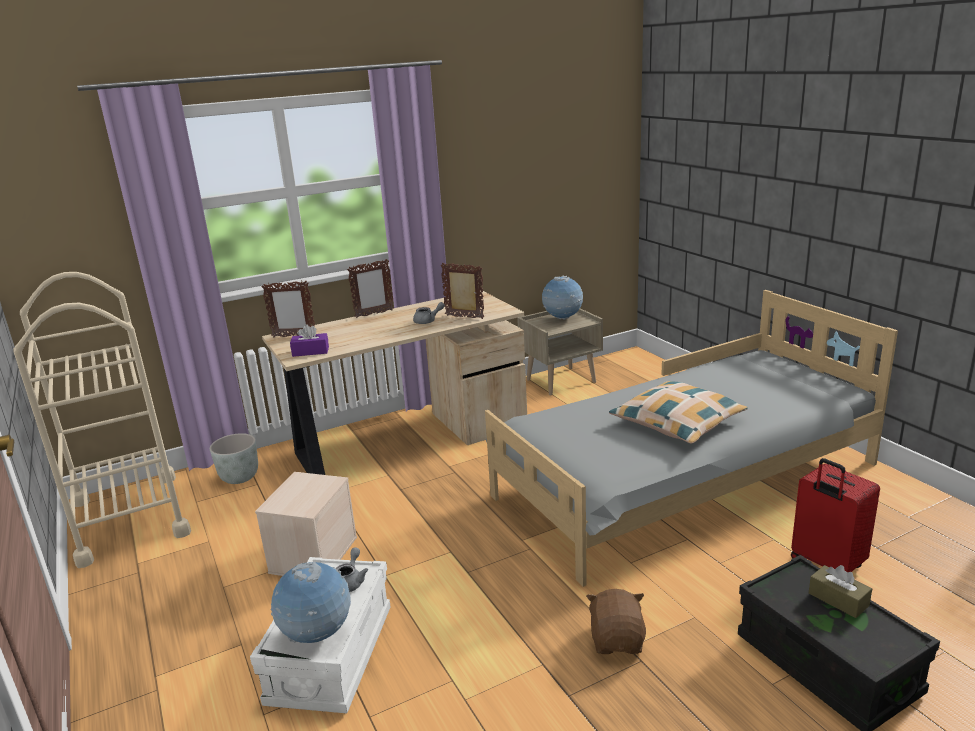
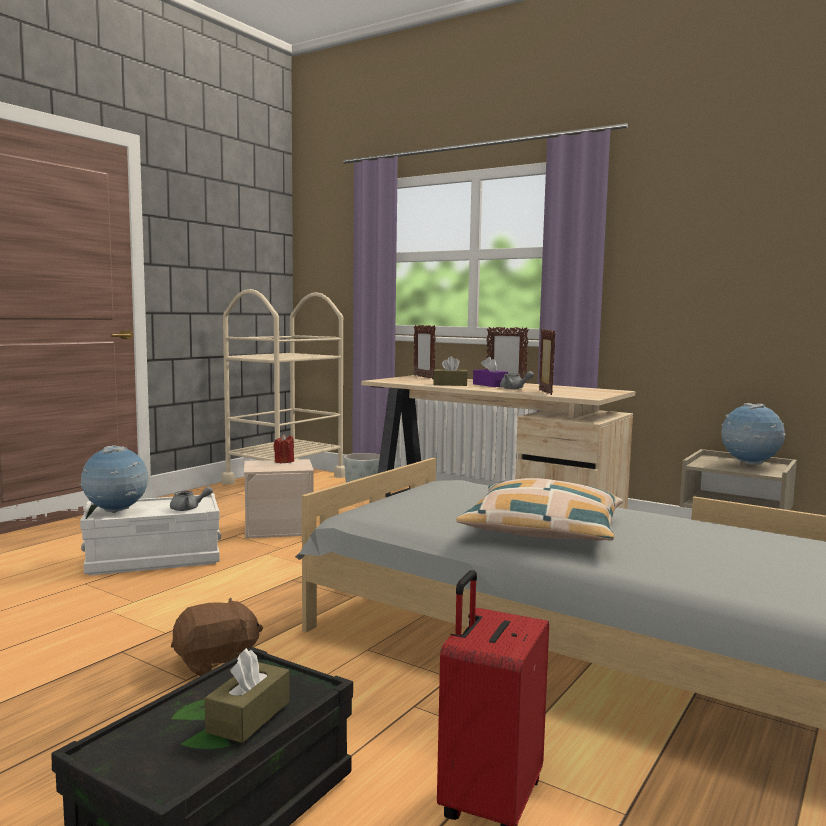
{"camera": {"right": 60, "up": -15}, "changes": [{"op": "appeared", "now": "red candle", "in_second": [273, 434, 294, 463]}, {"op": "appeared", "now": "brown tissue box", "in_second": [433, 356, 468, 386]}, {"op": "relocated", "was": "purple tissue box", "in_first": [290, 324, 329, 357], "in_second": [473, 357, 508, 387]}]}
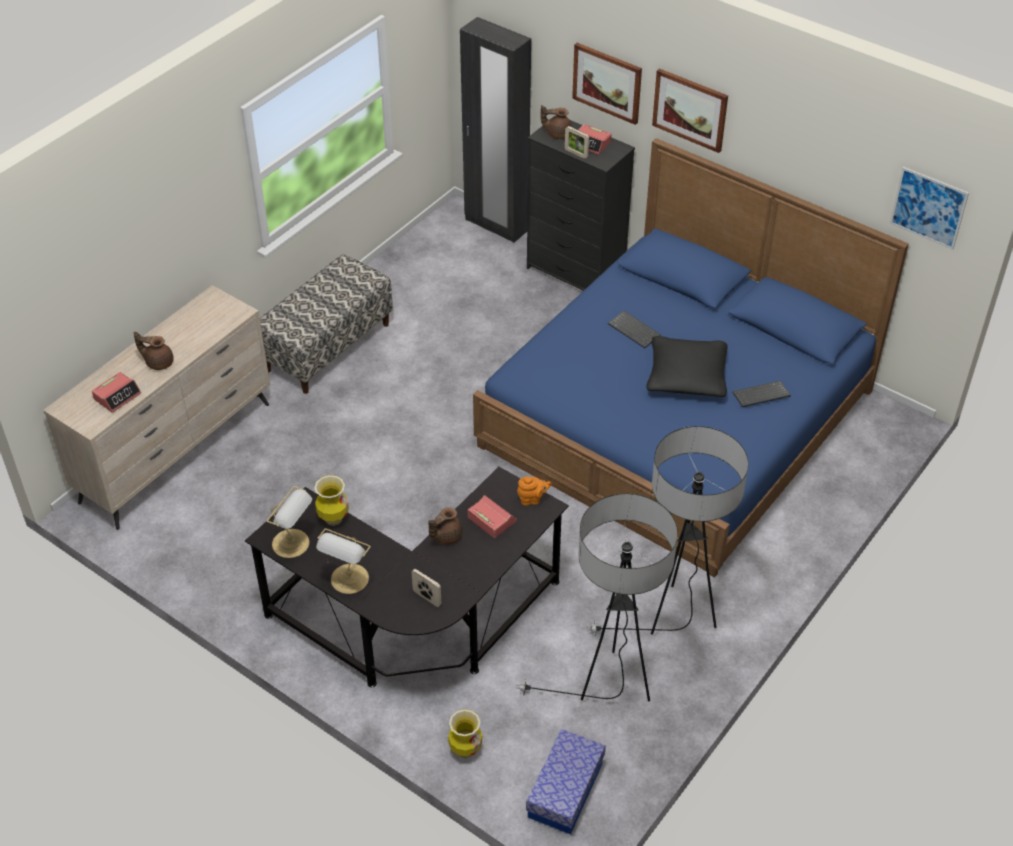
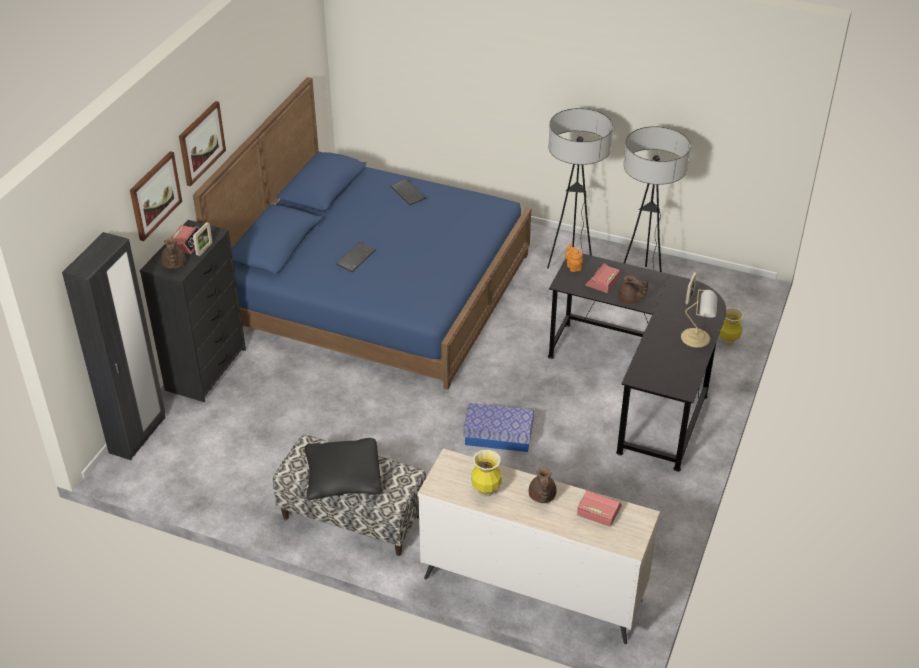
{"camera": {"right": -105, "up": -5}, "changes": [{"op": "relocated", "was": "black pillow", "in_first": [646, 336, 728, 397], "in_second": [305, 438, 382, 500]}, {"op": "relocated", "was": "storage box", "in_first": [526, 729, 606, 835], "in_second": [463, 403, 534, 452]}, {"op": "relocated", "was": "vase", "in_first": [314, 475, 349, 526], "in_second": [471, 450, 502, 497]}, {"op": "missing", "was": "table lamp", "in_first": [267, 486, 312, 558]}, {"op": "missing", "was": "picture", "in_first": [890, 167, 969, 250]}]}
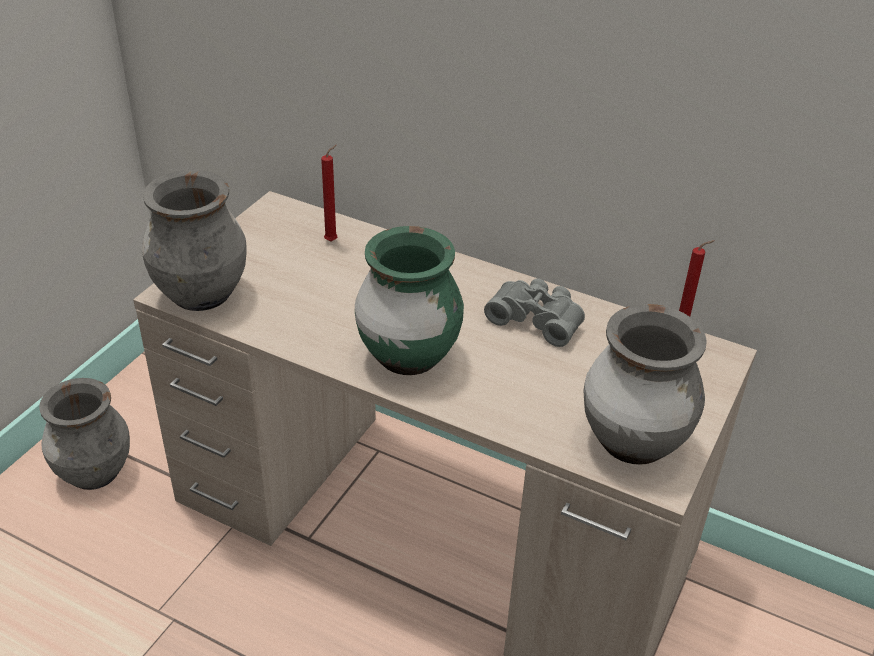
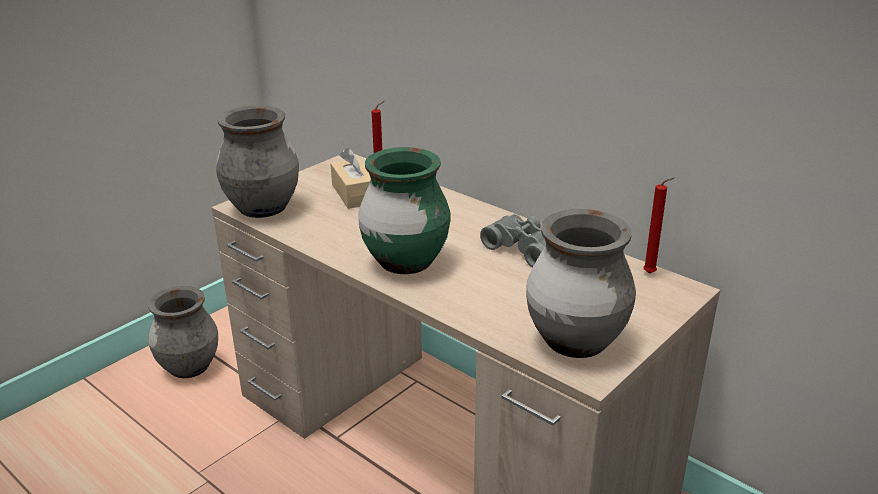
{"camera": {"right": 15, "up": -10}, "changes": [{"op": "appeared", "now": "beige tissue box", "in_second": [330, 148, 371, 209]}]}
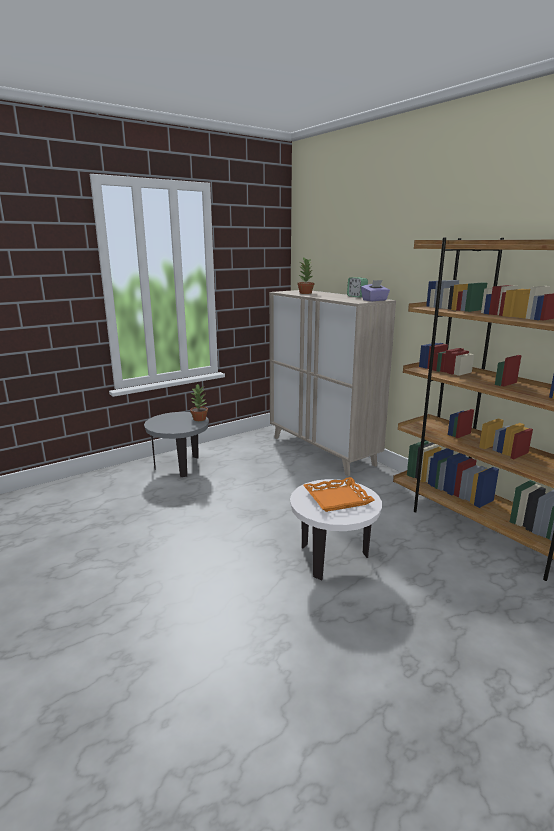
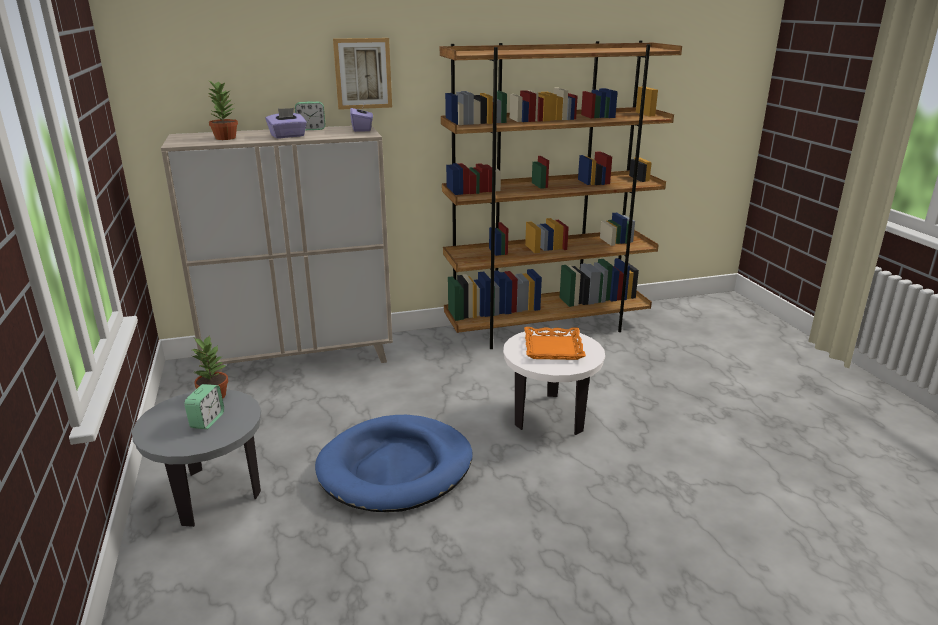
{"camera": {"right": -70, "up": 5}, "changes": [{"op": "appeared", "now": "alarm clock", "in_second": [184, 384, 224, 429]}, {"op": "appeared", "now": "purple tissue box", "in_second": [266, 108, 307, 138]}, {"op": "appeared", "now": "blue dog bed", "in_second": [315, 415, 473, 512]}, {"op": "appeared", "now": "picture", "in_second": [333, 38, 392, 110]}]}
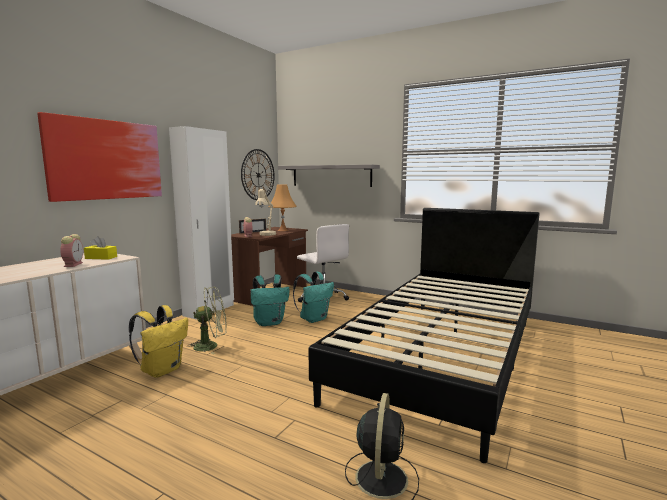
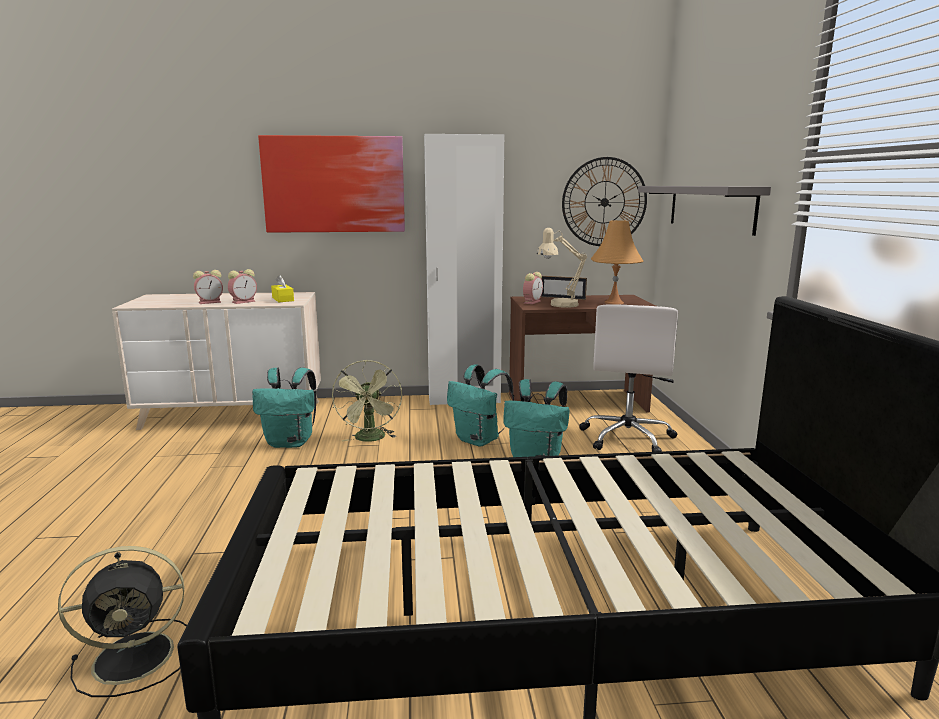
{"camera": {"right": 55, "up": 5}, "changes": [{"op": "appeared", "now": "alarm clock", "in_second": [193, 270, 223, 304]}, {"op": "colour", "was": "yellow backpack", "now": "turquoise backpack", "in_first": [129, 305, 188, 378], "in_second": [252, 368, 316, 448]}, {"op": "spun", "was": "green fan", "in_first": [187, 287, 227, 354], "in_second": [332, 360, 402, 442], "clockwise": 45}]}
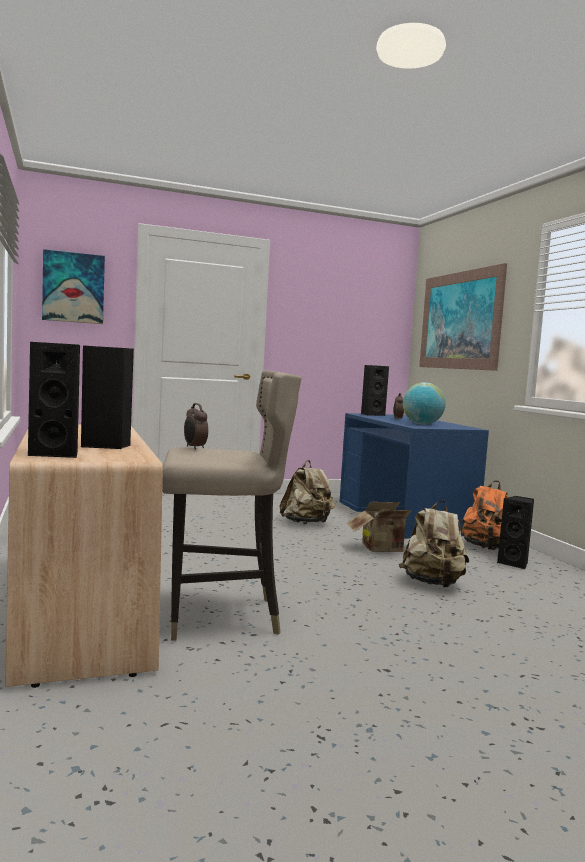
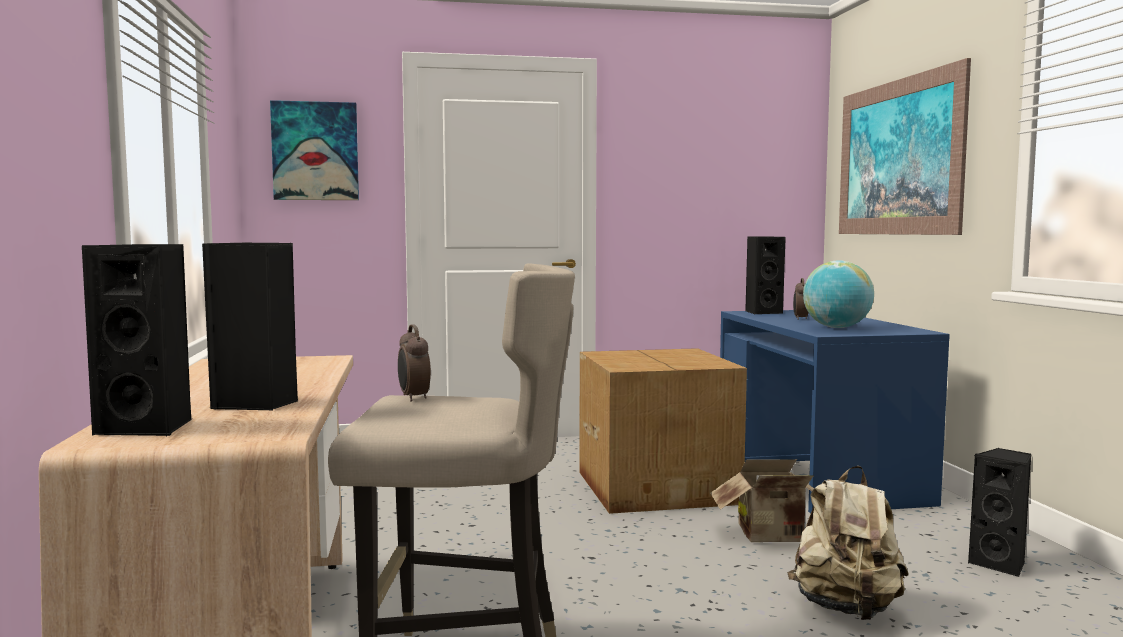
{"camera": {"right": 10, "up": 0}, "changes": [{"op": "exchanged", "was": "beige backpack", "now": "cardboard box", "in_first": [279, 460, 335, 524], "in_second": [579, 348, 747, 514]}, {"op": "missing", "was": "orange backpack", "in_first": [461, 481, 509, 550]}]}
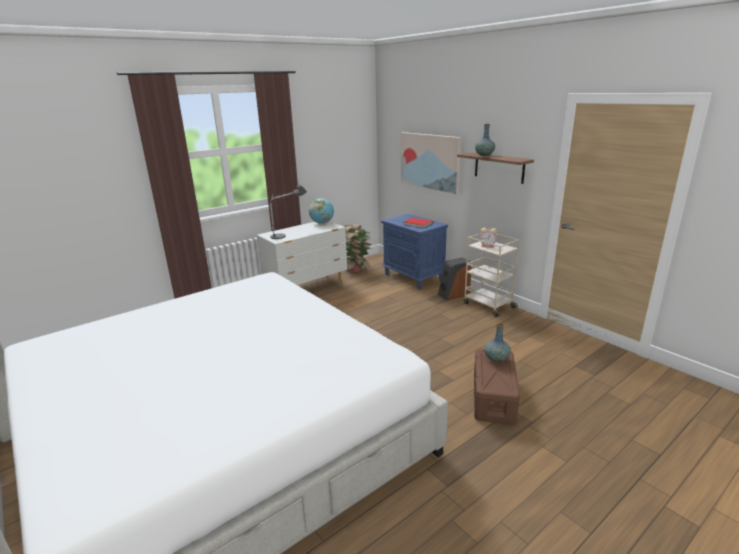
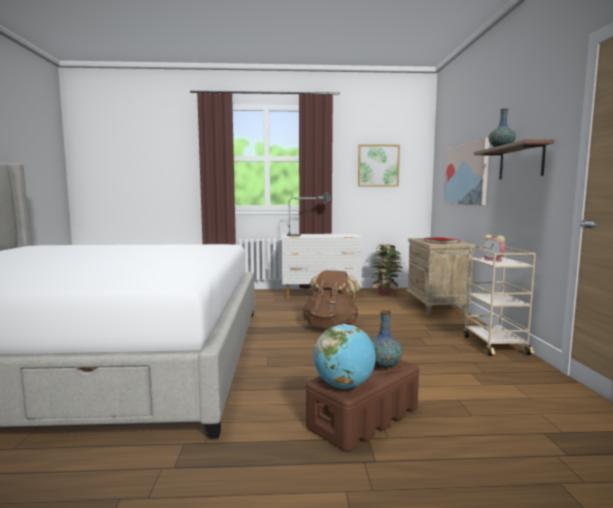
{"camera": {"right": 35, "up": -15}, "changes": [{"op": "appeared", "now": "brown backpack", "in_second": [303, 270, 360, 329]}, {"op": "relocated", "was": "globe", "in_first": [309, 198, 334, 224], "in_second": [313, 324, 376, 389]}, {"op": "appeared", "now": "picture", "in_second": [358, 144, 400, 187]}, {"op": "colour", "was": "blue nightstand", "now": "beige nightstand", "in_first": [381, 214, 448, 289], "in_second": [406, 238, 475, 316]}, {"op": "missing", "was": "speaker", "in_first": [438, 257, 471, 300]}]}
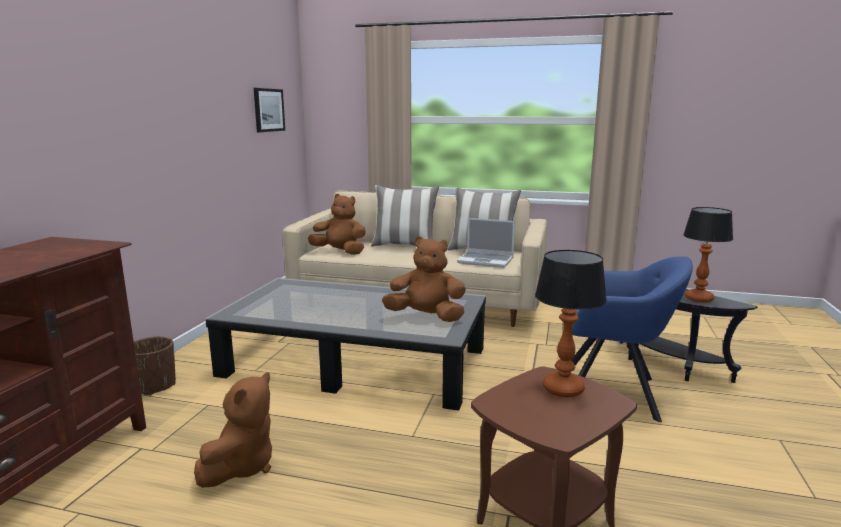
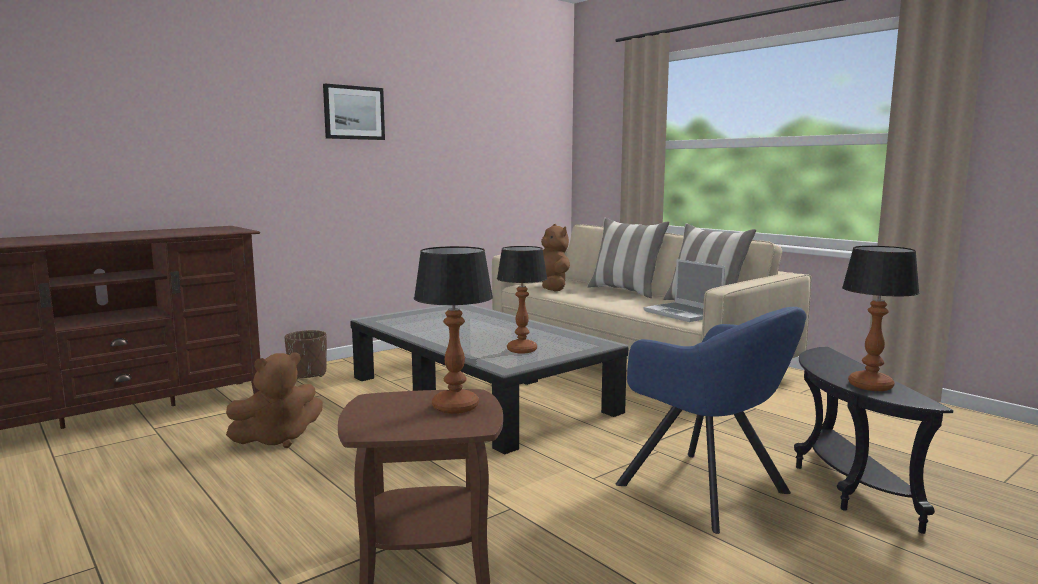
{"camera": {"right": 35, "up": -5}, "changes": [{"op": "relocated", "was": "picture", "in_first": [254, 88, 285, 132], "in_second": [323, 84, 385, 140]}, {"op": "exchanged", "was": "brown plush toy", "now": "table lamp", "in_first": [382, 236, 466, 322], "in_second": [497, 246, 547, 353]}]}
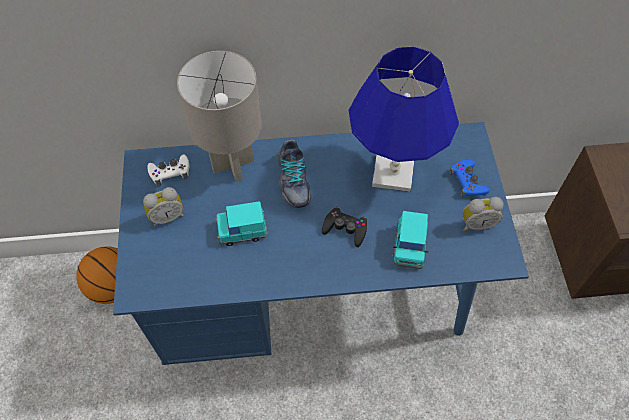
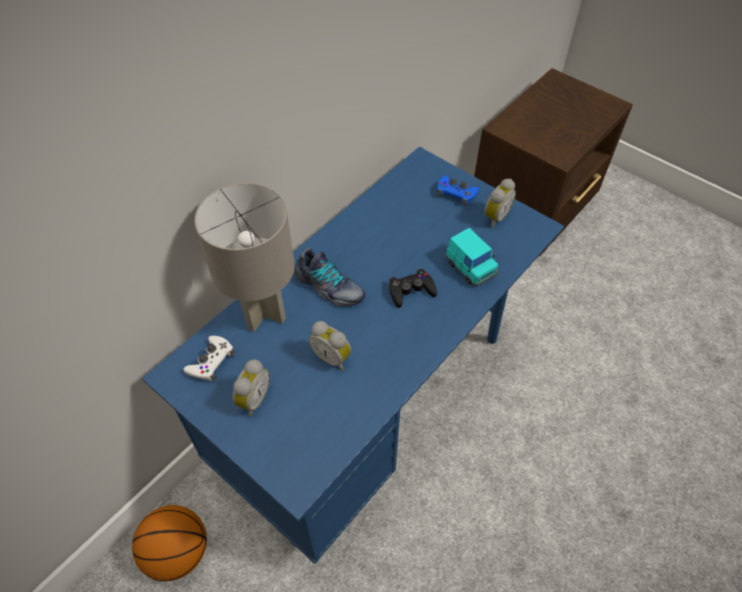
{"camera": {"right": -45, "up": -5}, "changes": [{"op": "exchanged", "was": "turquoise toy car", "now": "alarm clock", "in_first": [215, 201, 267, 246], "in_second": [309, 321, 351, 370]}, {"op": "missing", "was": "blue table lamp", "in_first": [349, 47, 459, 192]}]}
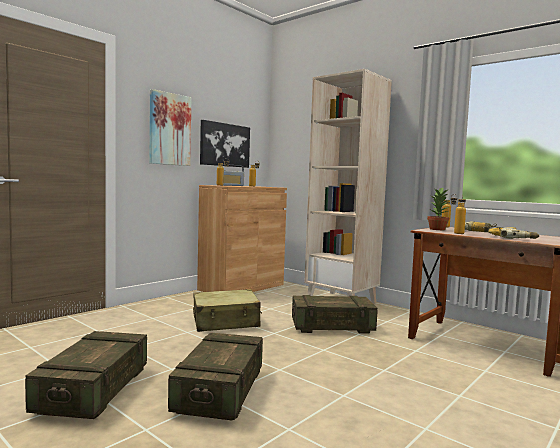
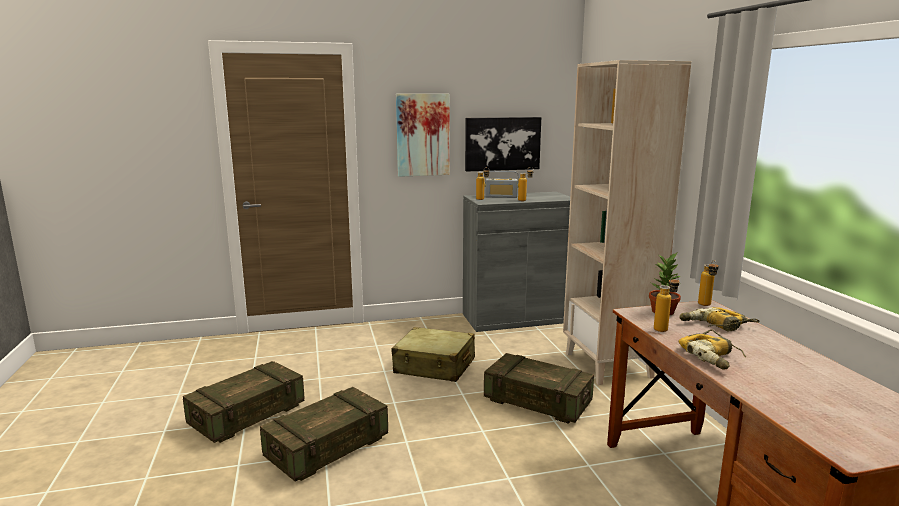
{"camera": {"right": 35, "up": 10}, "changes": [{"op": "colour", "was": "brown cabinet", "now": "grey cabinet", "in_first": [197, 185, 287, 292], "in_second": [463, 192, 570, 332]}]}
